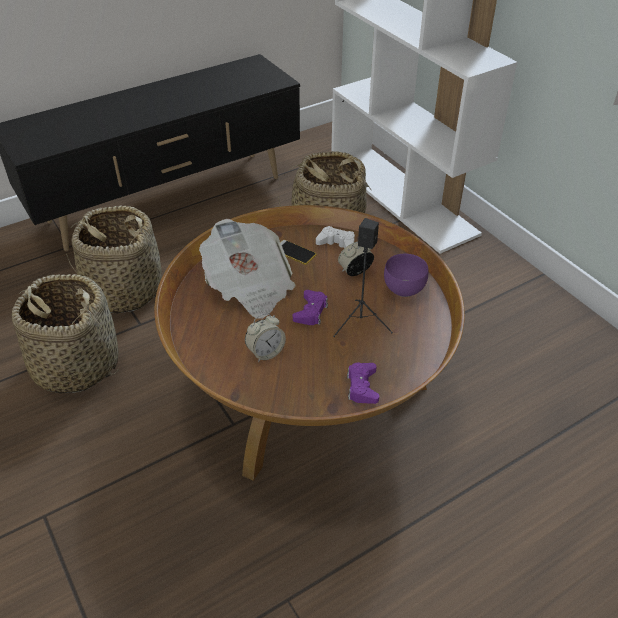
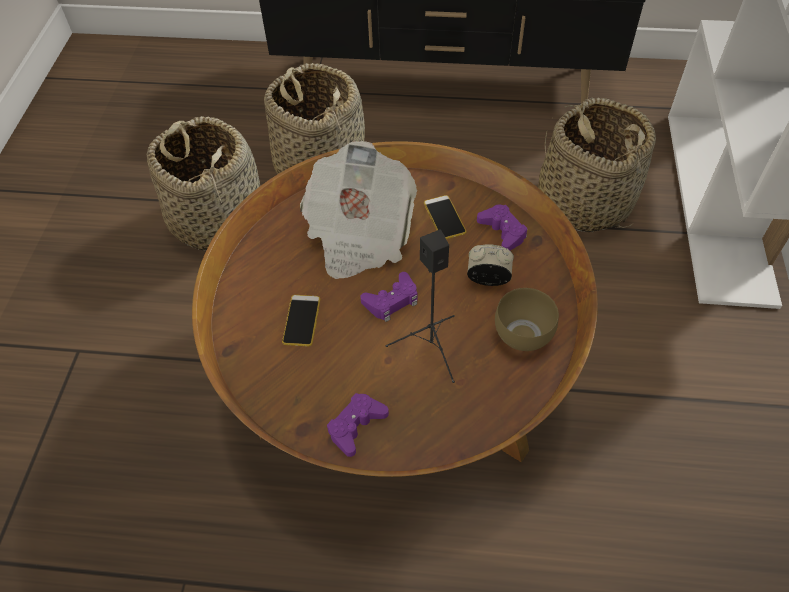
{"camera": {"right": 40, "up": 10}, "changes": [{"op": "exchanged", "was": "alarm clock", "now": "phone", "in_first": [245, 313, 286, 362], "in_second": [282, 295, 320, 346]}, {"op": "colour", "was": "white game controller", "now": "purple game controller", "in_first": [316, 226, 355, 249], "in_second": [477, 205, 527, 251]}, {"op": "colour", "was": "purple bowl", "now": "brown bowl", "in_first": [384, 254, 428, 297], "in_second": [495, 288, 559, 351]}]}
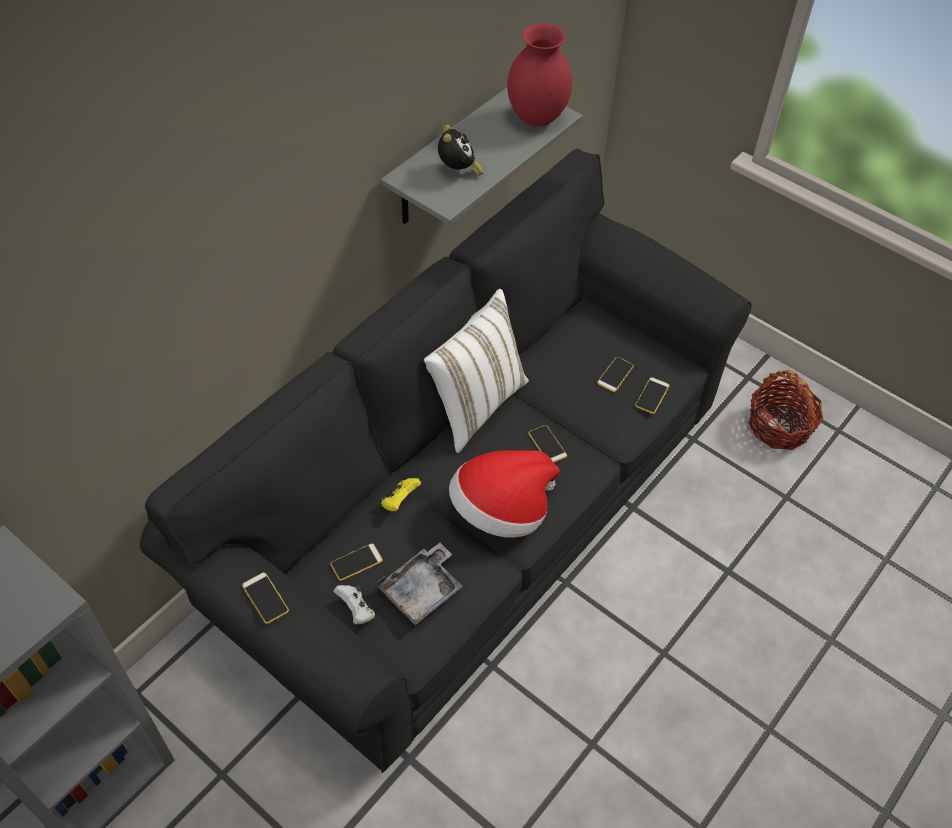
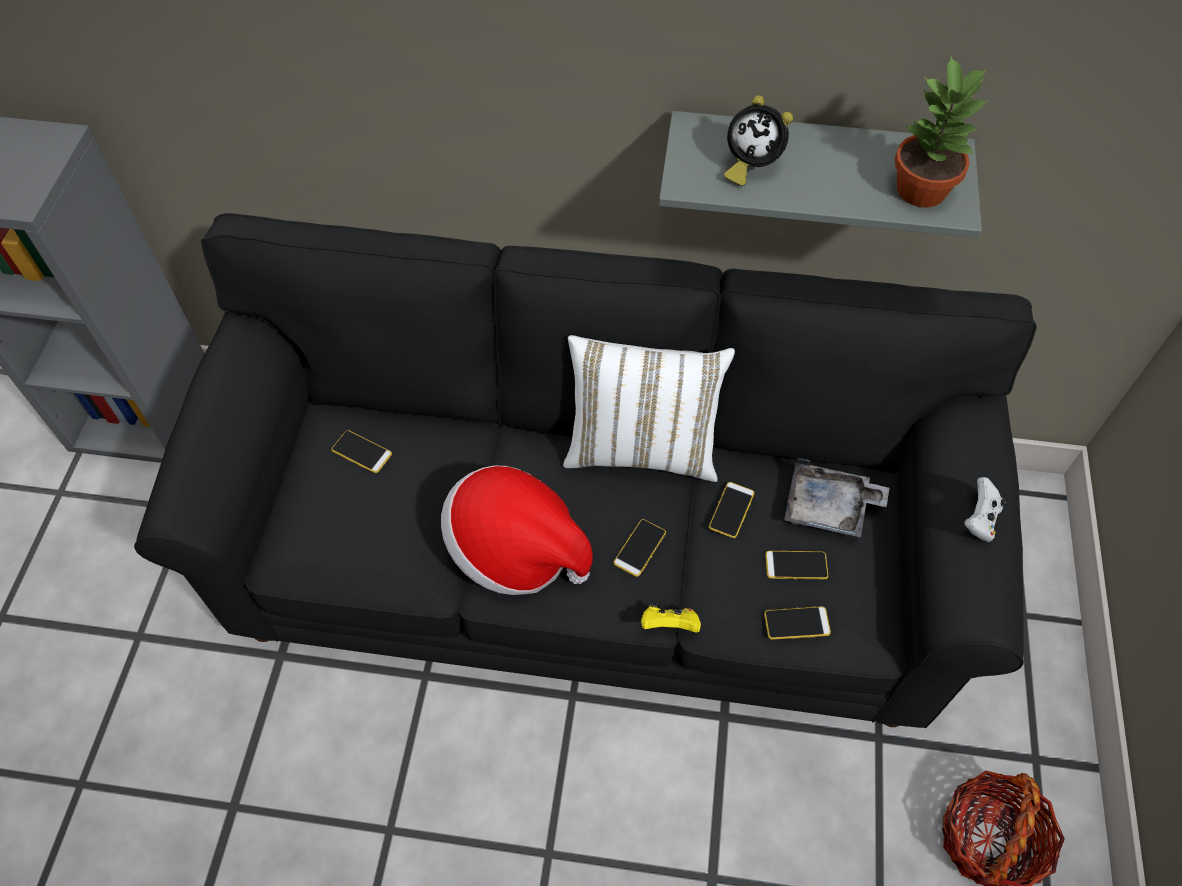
{"camera": {"right": 60, "up": 5}, "changes": [{"op": "relocated", "was": "yellow game controller", "in_first": [381, 478, 421, 511], "in_second": [641, 603, 701, 633]}, {"op": "relocated", "was": "phone", "in_first": [242, 572, 289, 624], "in_second": [709, 482, 754, 538]}, {"op": "spun", "was": "alarm clock", "in_first": [438, 125, 483, 176], "in_second": [724, 95, 793, 186], "clockwise": 60}, {"op": "relocated", "was": "grey tray", "in_first": [377, 543, 463, 625], "in_second": [784, 458, 889, 538]}, {"op": "exchanged", "was": "red vase", "now": "potted plant", "in_first": [507, 23, 572, 127], "in_second": [895, 56, 989, 208]}, {"op": "relocated", "was": "white game controller", "in_first": [334, 585, 375, 625], "in_second": [964, 477, 1007, 542]}]}
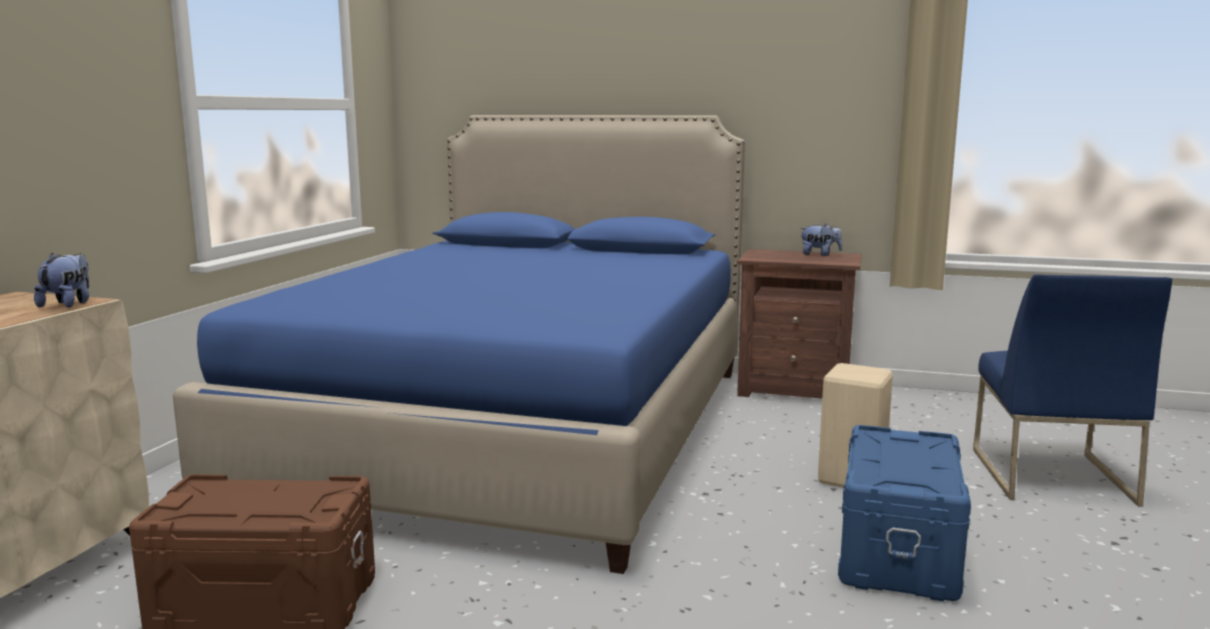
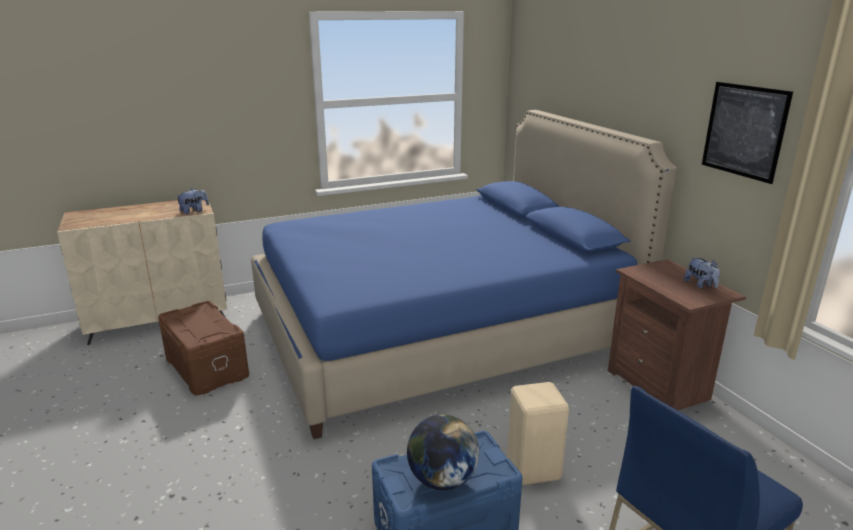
{"camera": {"right": 50, "up": 10}, "changes": [{"op": "appeared", "now": "globe", "in_second": [407, 415, 479, 490]}, {"op": "appeared", "now": "picture", "in_second": [702, 82, 793, 184]}]}
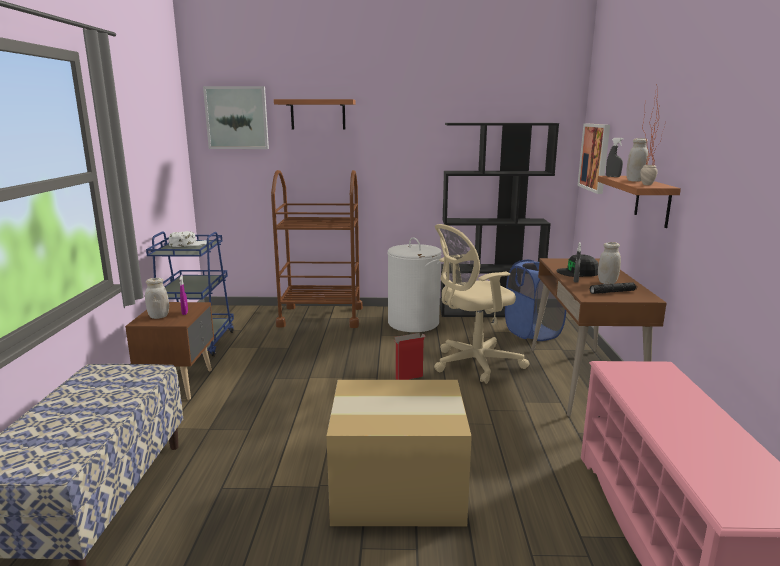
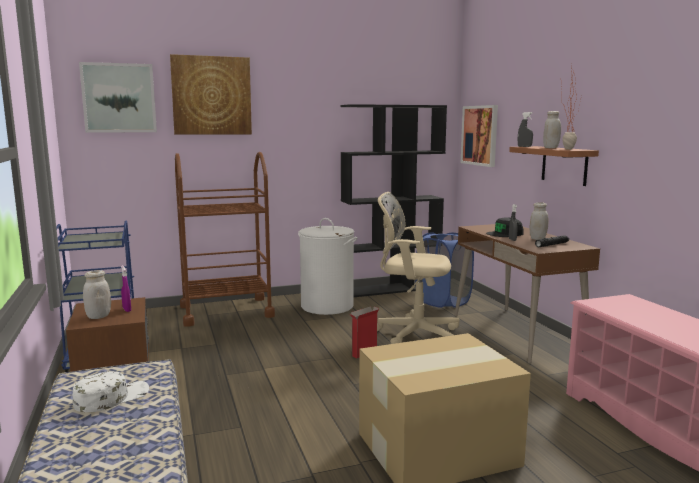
{"camera": {"right": -20, "up": -5}, "changes": [{"op": "relocated", "was": "white cap", "in_first": [169, 231, 207, 247], "in_second": [73, 371, 149, 412]}, {"op": "exchanged", "was": "shelf", "now": "picture", "in_first": [274, 99, 356, 130], "in_second": [170, 54, 252, 134]}, {"op": "spun", "was": "beige office chair", "in_first": [434, 224, 530, 384], "in_second": [377, 192, 460, 344], "clockwise": 60}]}
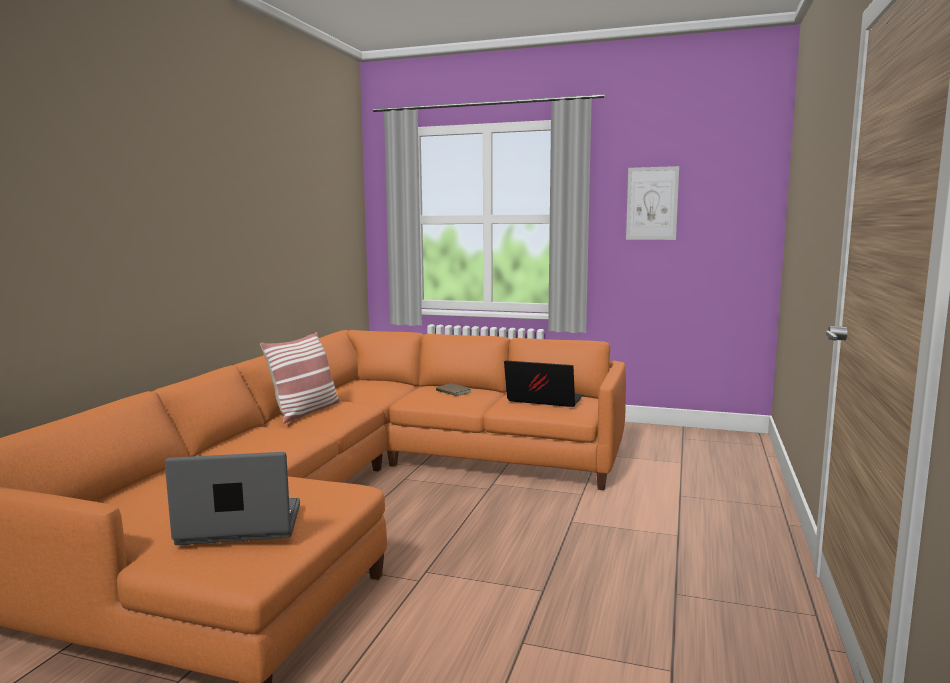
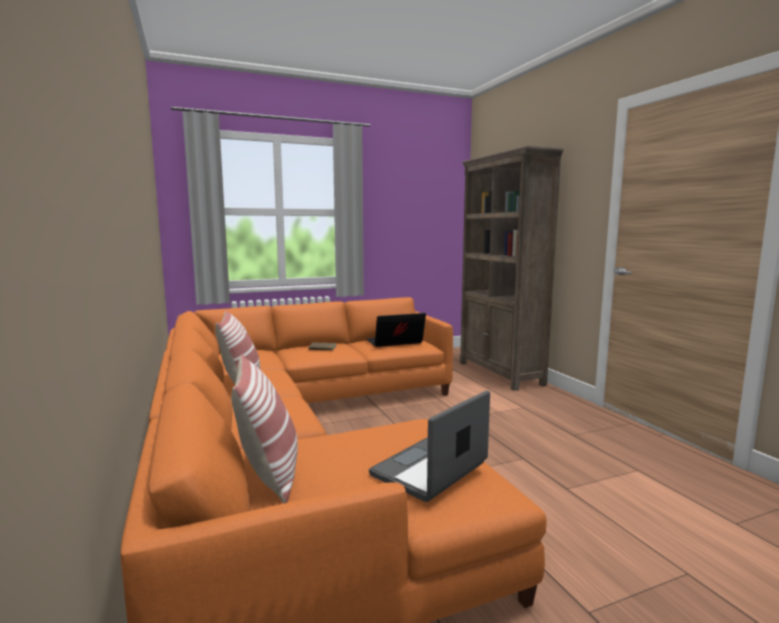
{"camera": {"right": -40, "up": 0}, "changes": [{"op": "appeared", "now": "pillow", "in_second": [231, 354, 298, 504]}, {"op": "appeared", "now": "brown bookcase", "in_second": [460, 145, 564, 391]}, {"op": "missing", "was": "picture", "in_first": [626, 166, 679, 240]}]}
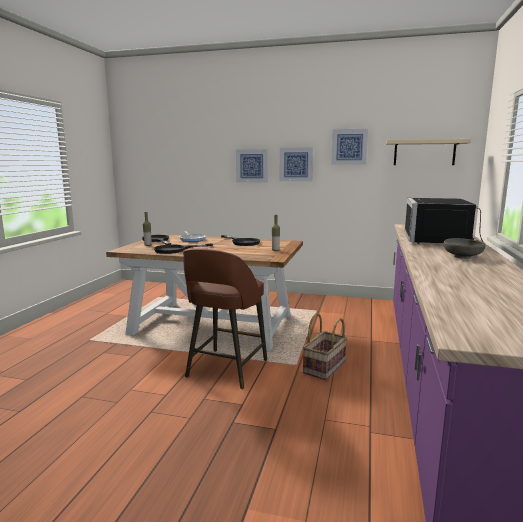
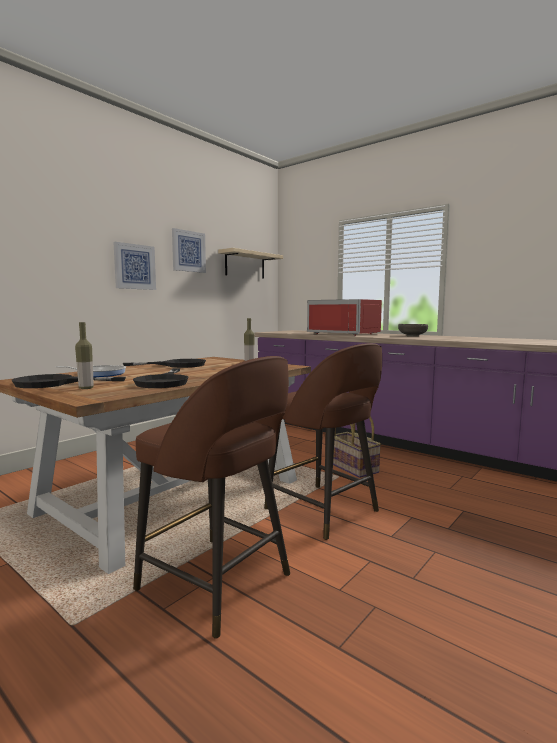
{"camera": {"right": -65, "up": -5}, "changes": [{"op": "appeared", "now": "brown stool", "in_second": [133, 356, 290, 639]}, {"op": "colour", "was": "black microwave", "now": "red microwave", "in_first": [405, 198, 483, 244], "in_second": [307, 299, 382, 336]}, {"op": "missing", "was": "picture", "in_first": [236, 149, 268, 183]}]}
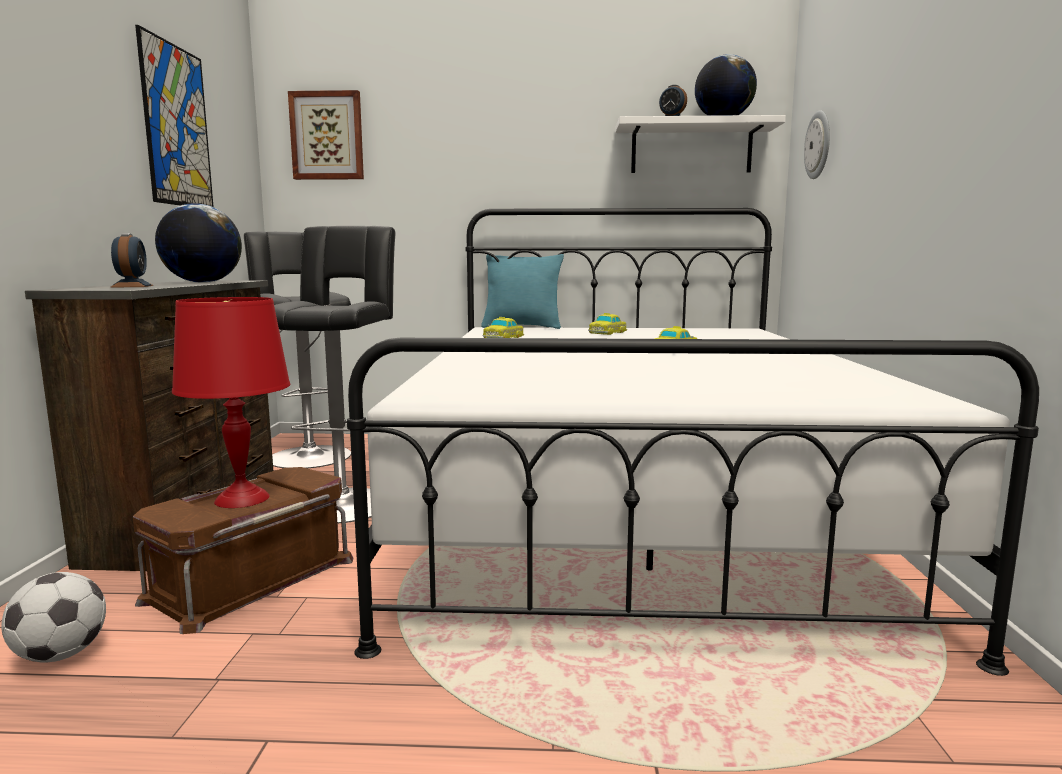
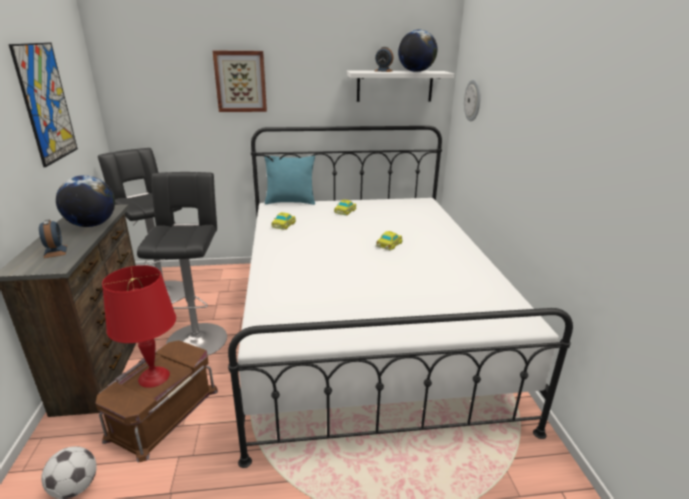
{"camera": {"right": -10, "up": 15}, "changes": [{"op": "relocated", "was": "picture", "in_first": [288, 90, 364, 180], "in_second": [213, 50, 267, 112]}]}
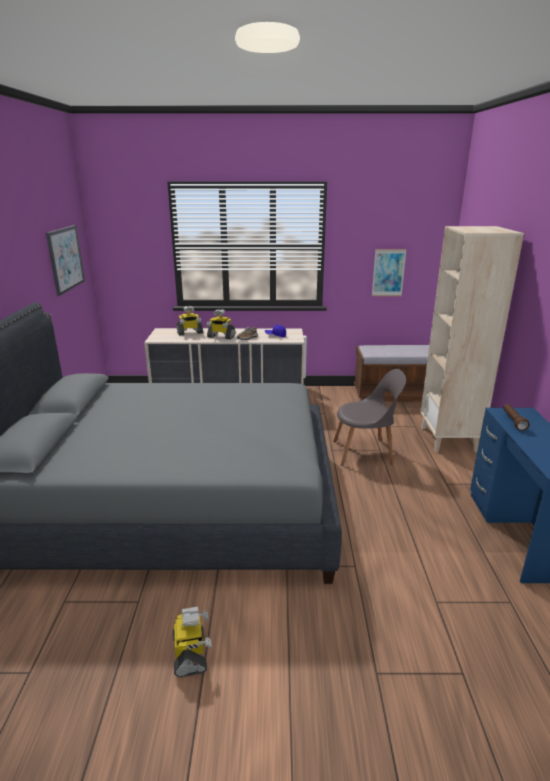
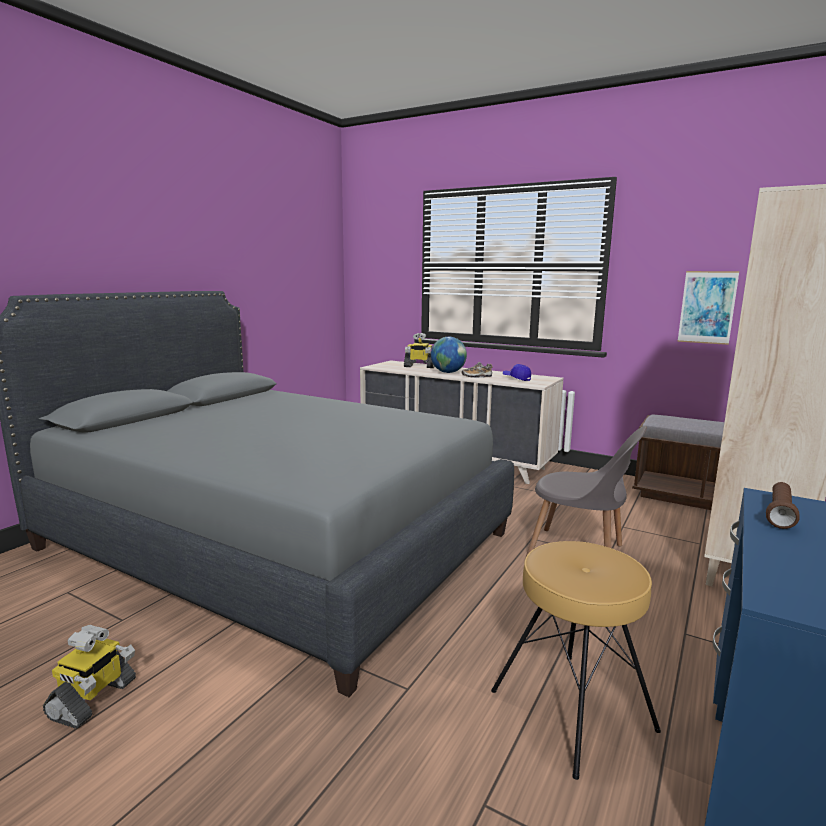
{"camera": {"right": 30, "up": -10}, "changes": [{"op": "exchanged", "was": "toy robot", "now": "globe", "in_first": [207, 309, 235, 339], "in_second": [431, 337, 467, 373]}, {"op": "appeared", "now": "brown stool", "in_second": [491, 541, 661, 780]}, {"op": "missing", "was": "picture", "in_first": [46, 225, 85, 296]}]}
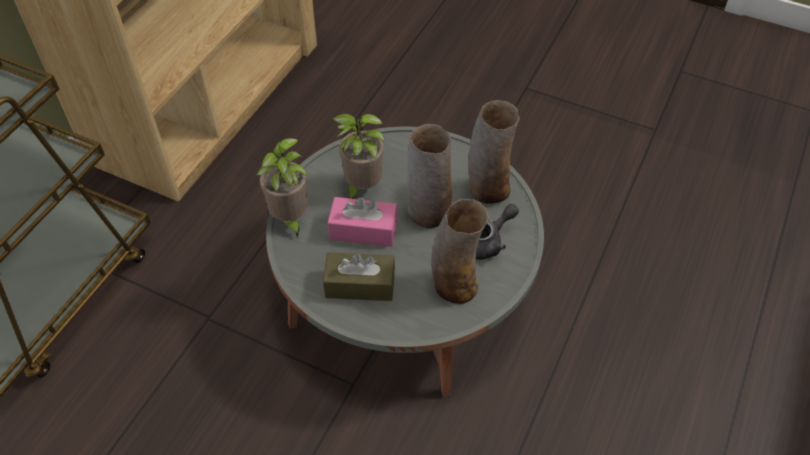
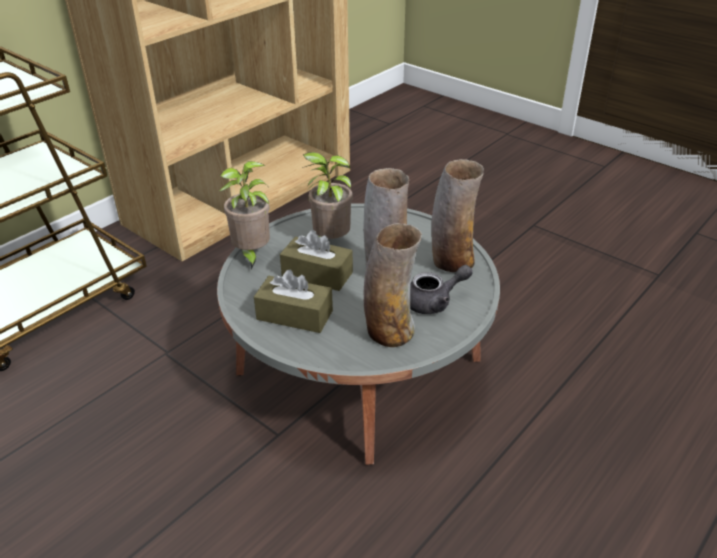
{"camera": {"right": 15, "up": -15}, "changes": [{"op": "colour", "was": "pink tissue box", "now": "brown tissue box", "in_first": [328, 197, 398, 247], "in_second": [280, 230, 353, 291]}]}
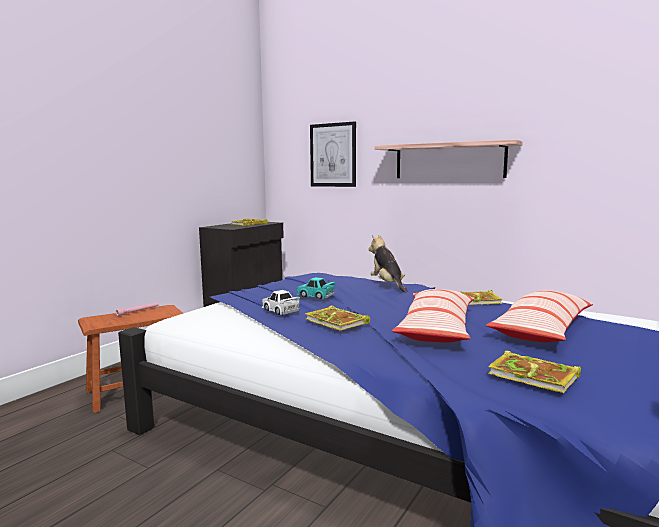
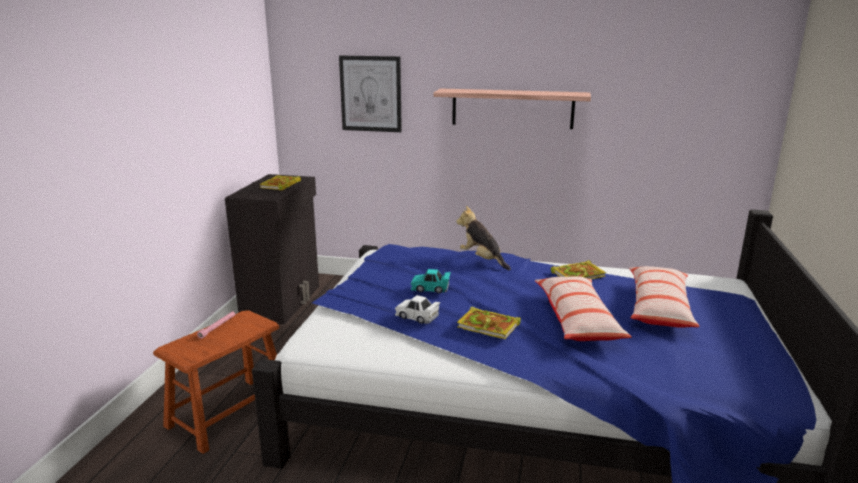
{"camera": {"right": -20, "up": 10}, "changes": [{"op": "missing", "was": "book", "in_first": [488, 351, 581, 393]}]}
